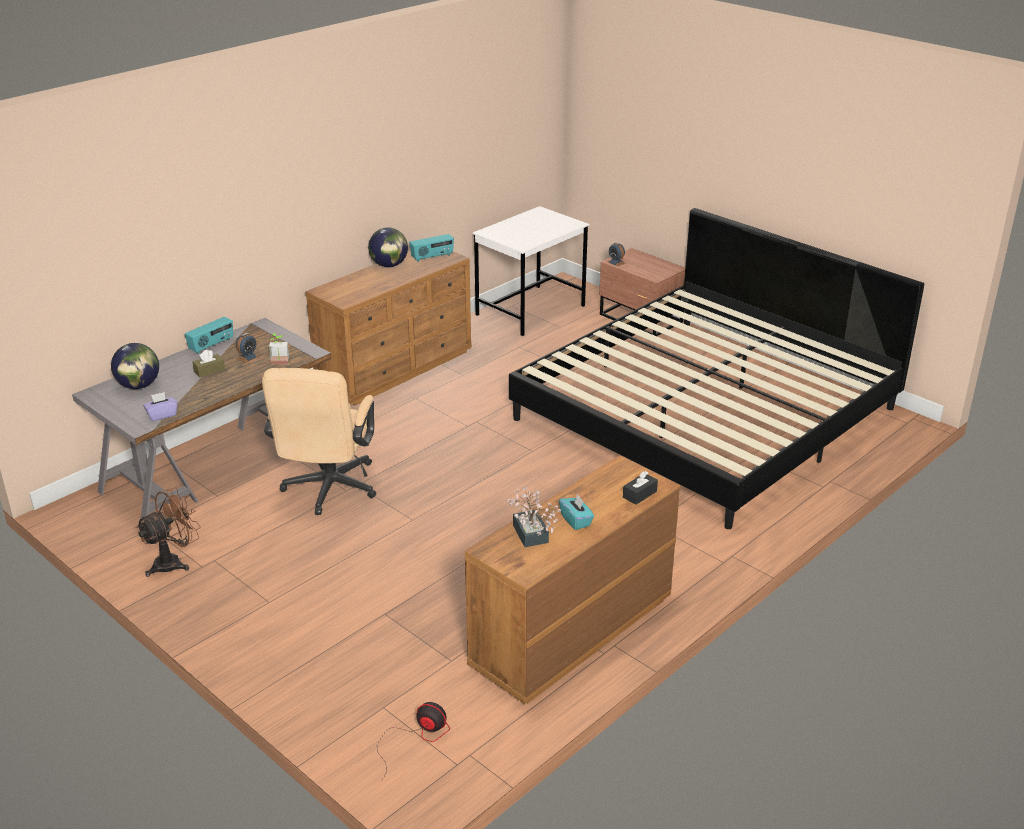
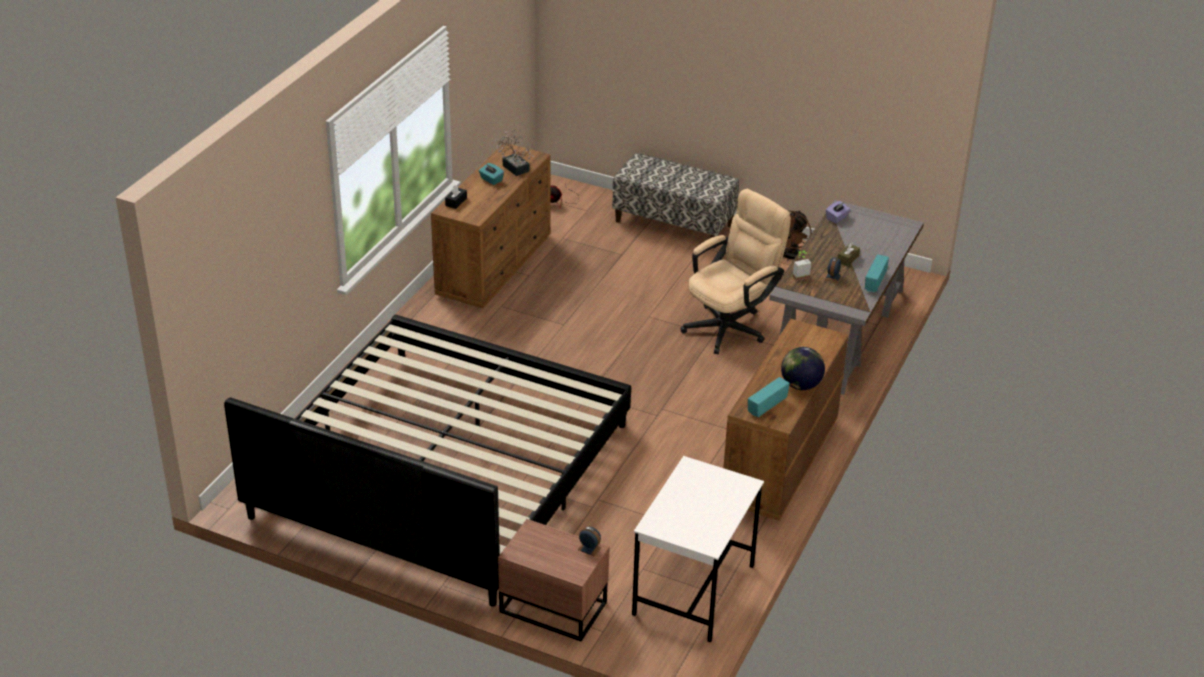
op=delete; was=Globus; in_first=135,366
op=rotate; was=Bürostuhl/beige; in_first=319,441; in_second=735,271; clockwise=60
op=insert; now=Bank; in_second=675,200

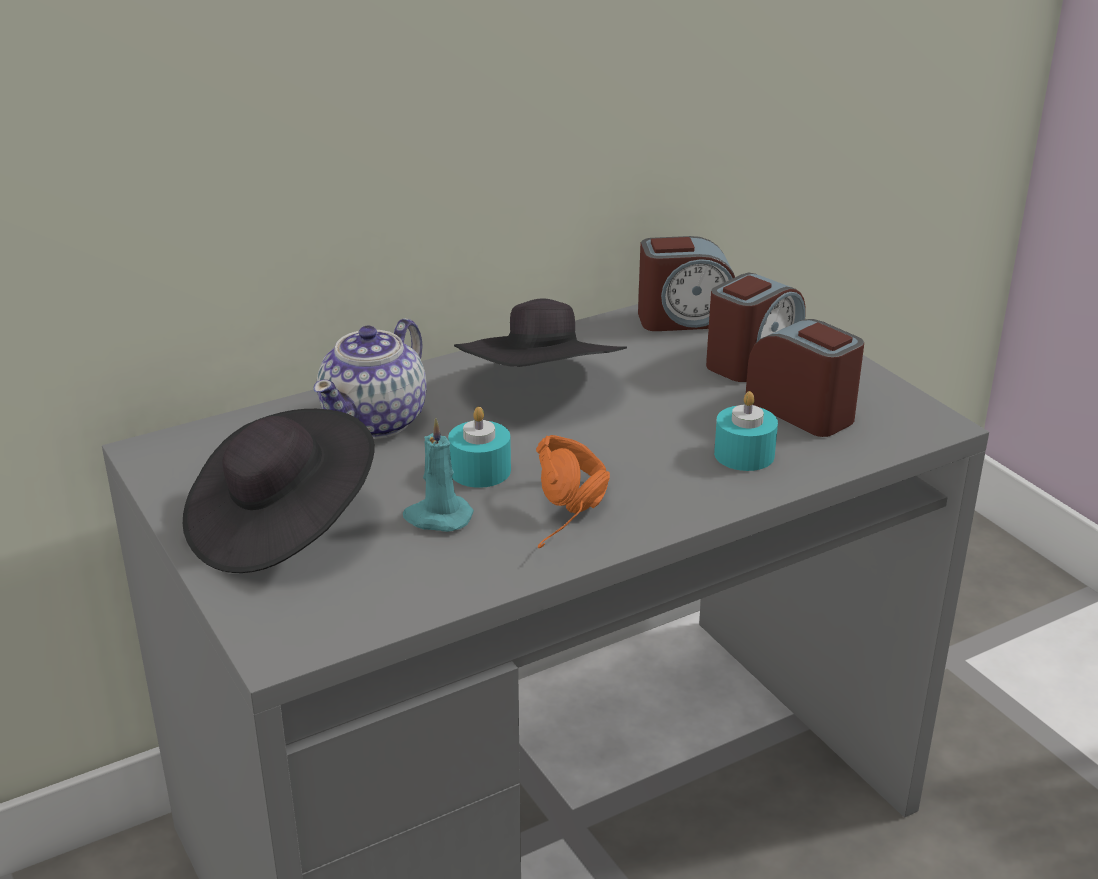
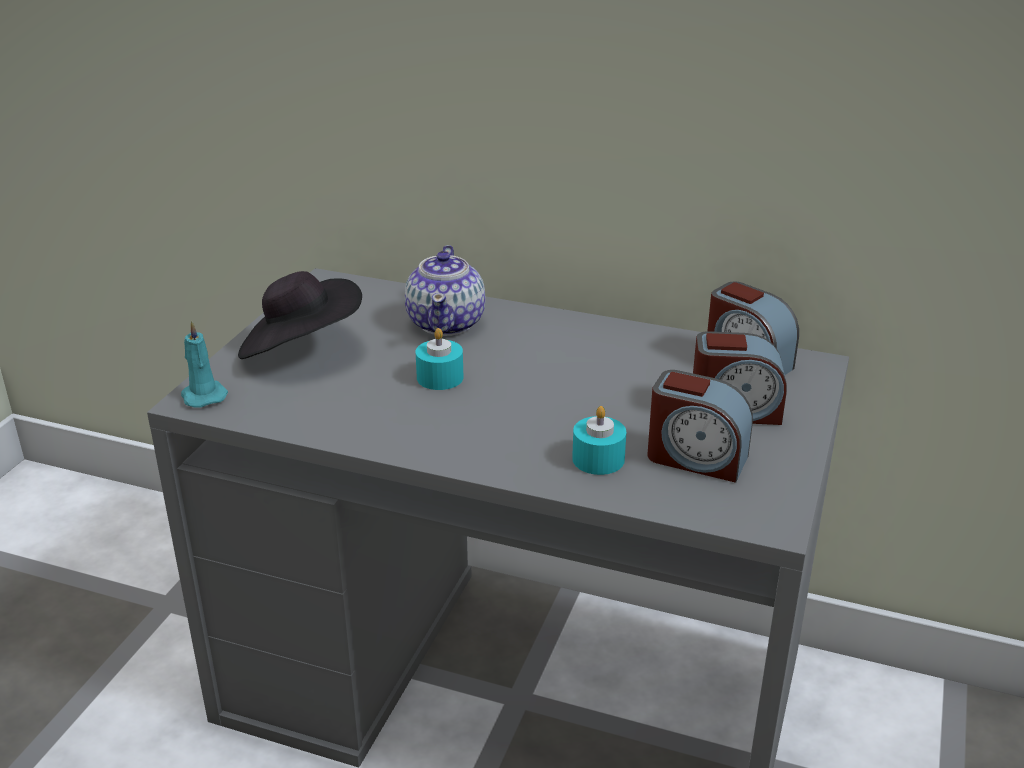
op=rotate; was=Teekanne; in_first=370,378; in_second=445,290; clockwise=-75
op=move; was=Kerze/türkis; in_first=438,474; in_second=204,364
op=delete; was=Hut/schwarz; in_first=540,332
op=delete; was=Kopfhörer/orange; in_first=573,491
op=rotate; was=Wecker; in_first=805,378; in_second=700,426; clockwise=105

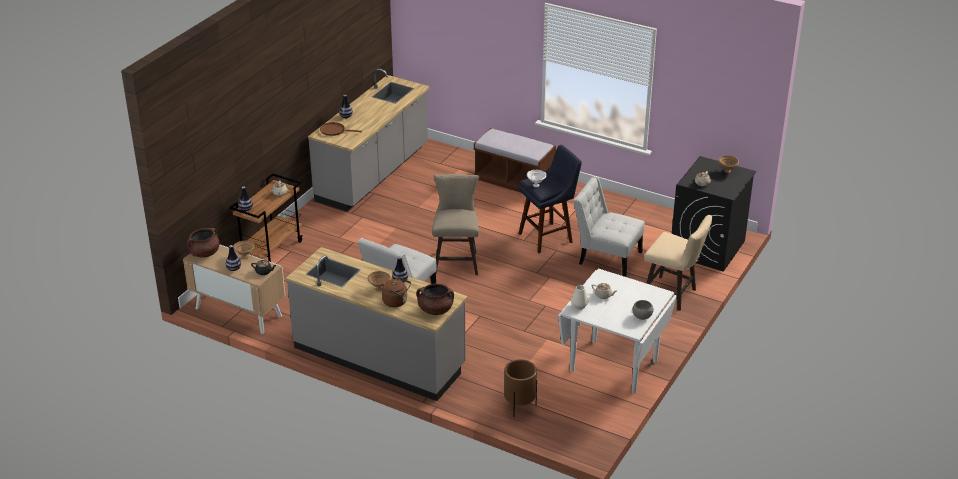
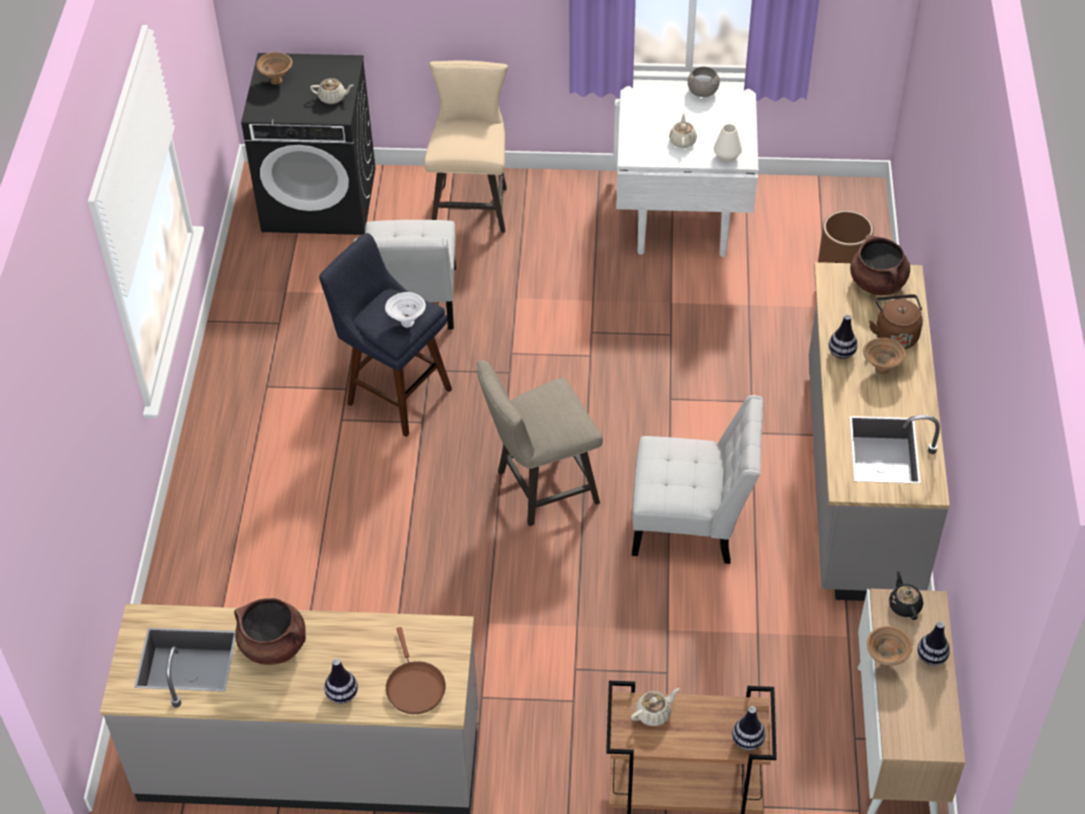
op=move; was=Kochtopf/braun; in_first=203,243; in_second=270,631
op=delete; was=Bank/braun; in_first=515,160

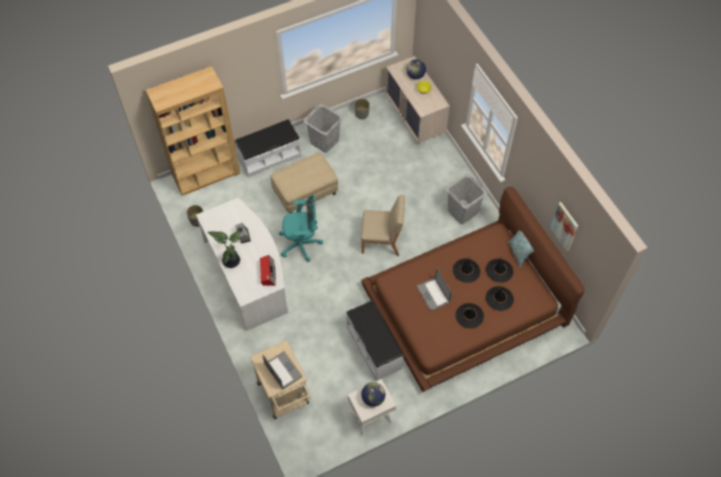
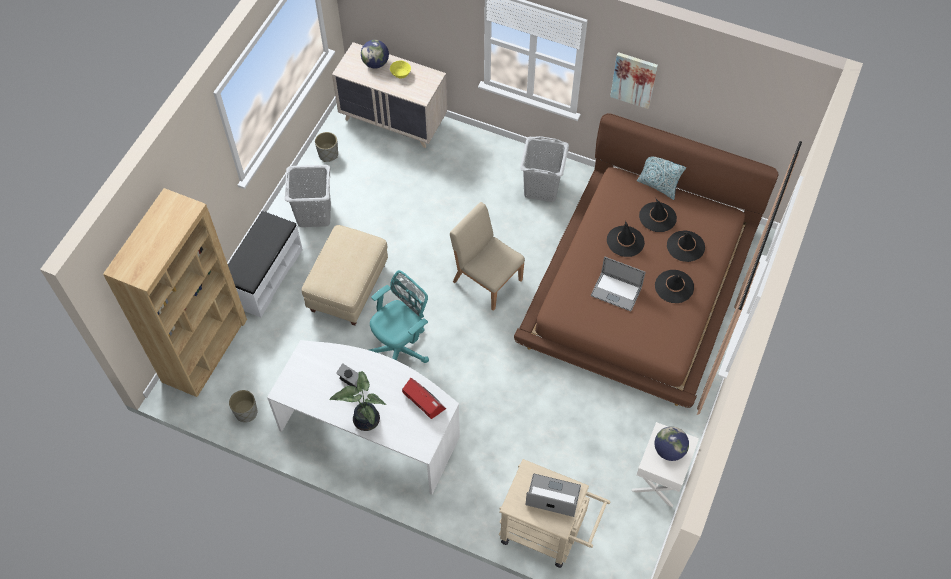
op=delete; was=Bank/weiß; in_first=374,340
op=rotate; was=Stuhl/beige; in_first=383,225; in_second=487,256; clockwise=-105
op=move; was=Bild; in_first=564,226; in_second=634,80

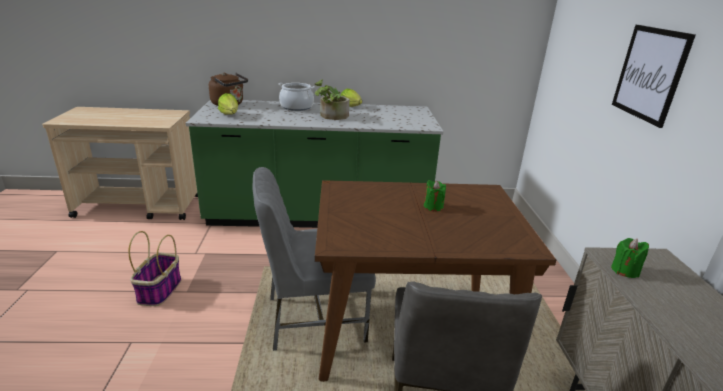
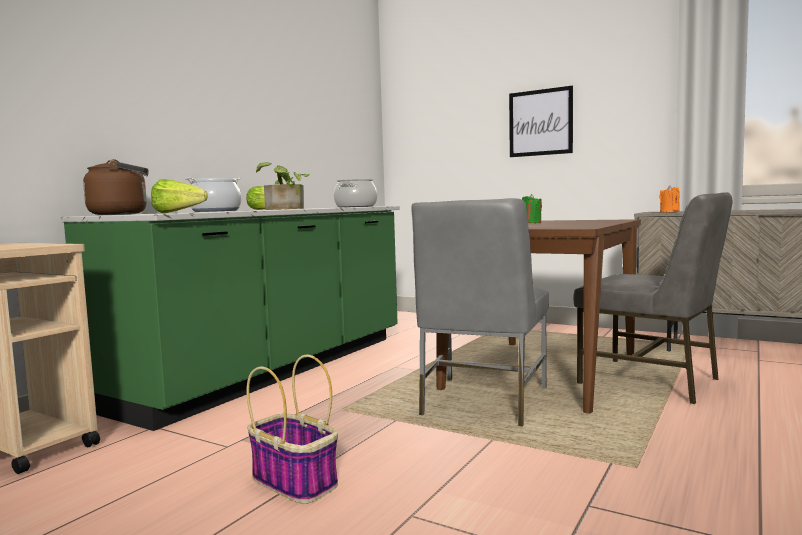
op=recolor; was=Kerze/grün; now=Kerze/orange; in_first=630,258; in_second=669,199
op=insert; now=Kochtopf; in_second=355,193

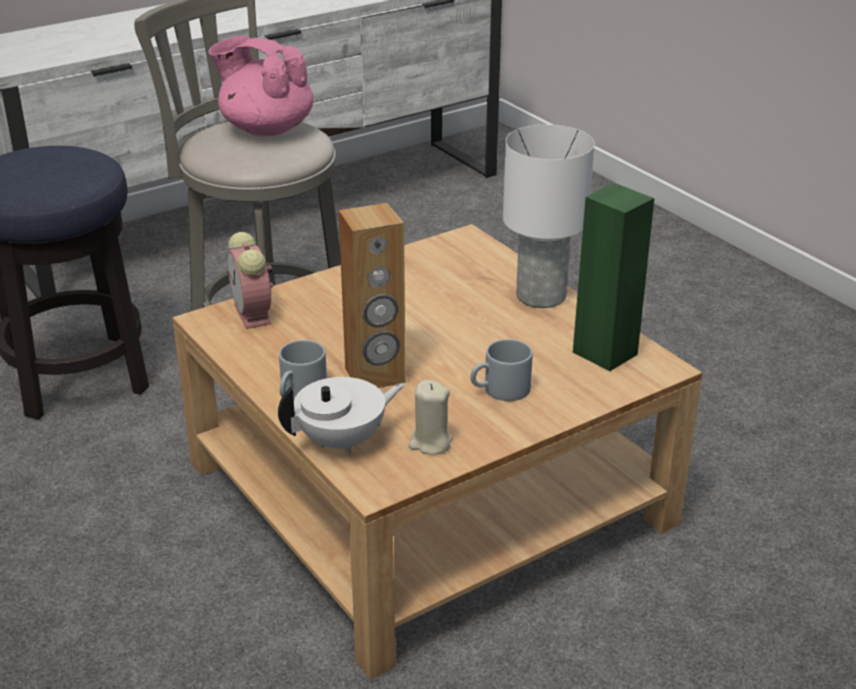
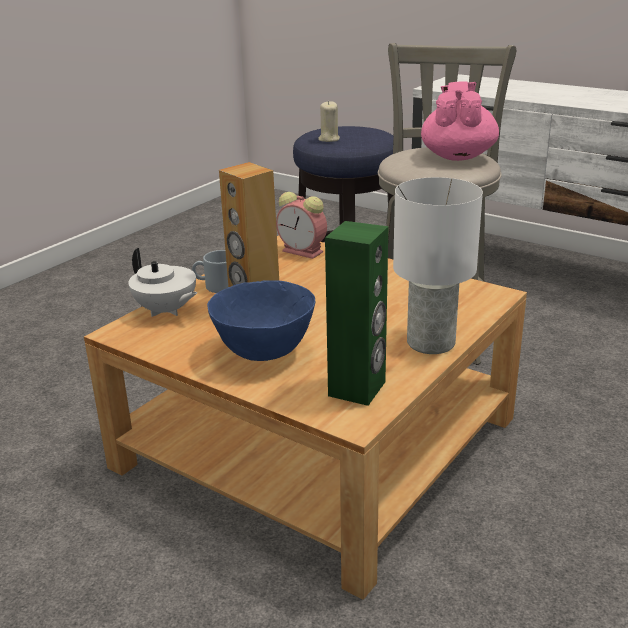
op=rotate; was=Wecker; in_first=250,280; in_second=301,225; clockwise=-105
op=move; was=Kerze/beige; in_first=430,417; in_second=329,121
op=replace; was=Henkelbecher/grau; now=Schüssel/blau; in_first=501,370; in_second=261,320

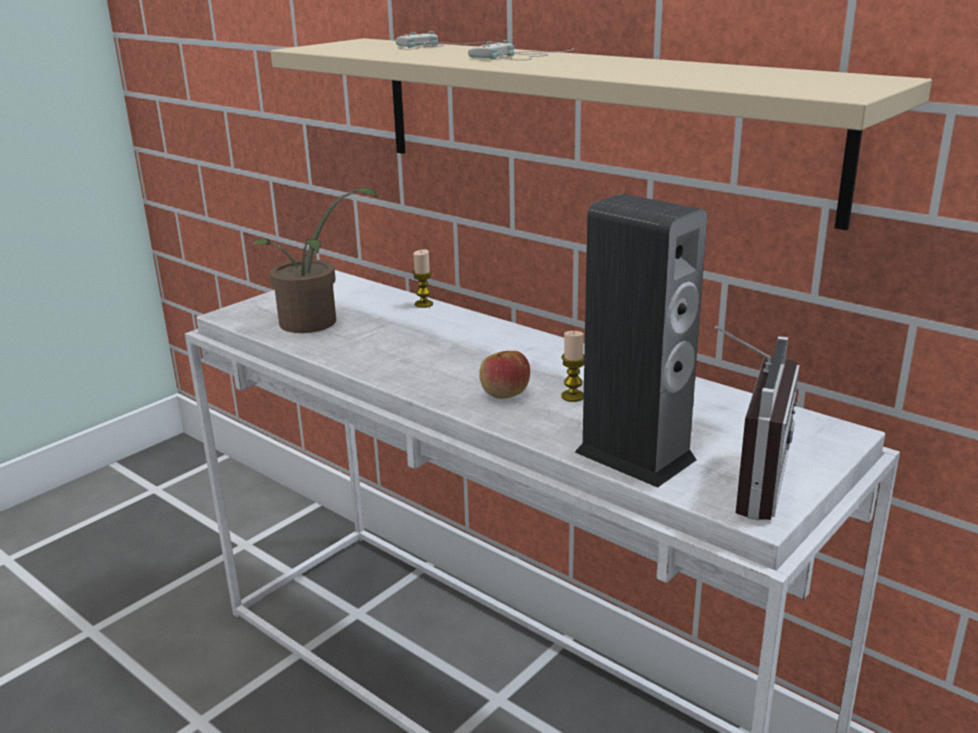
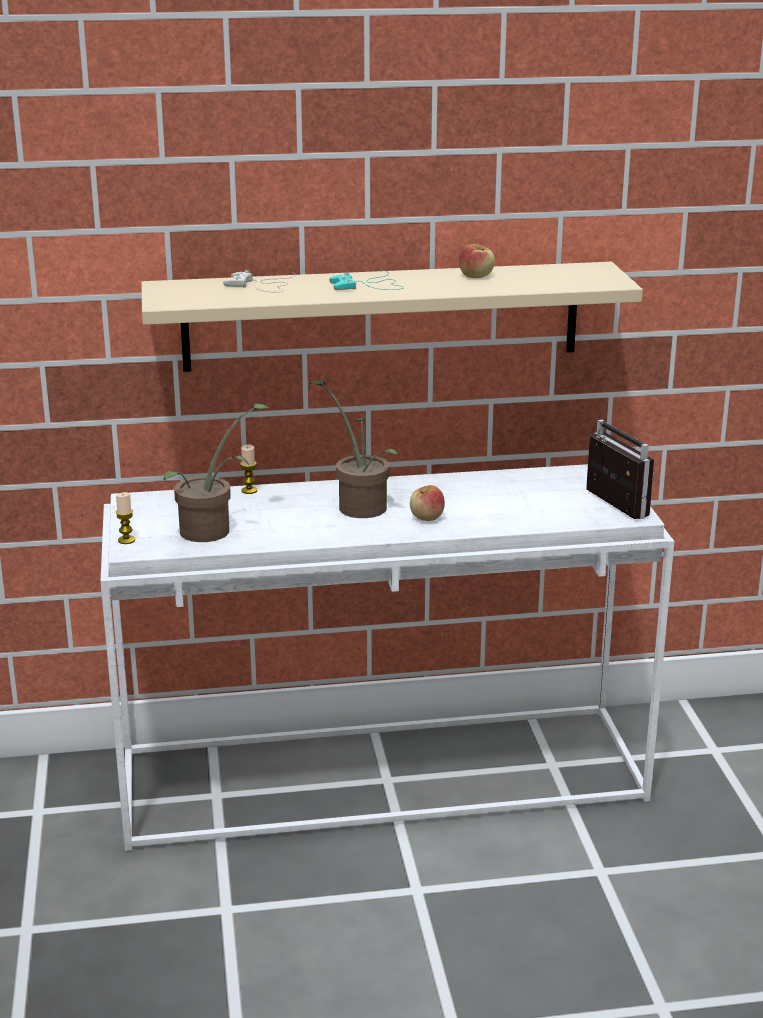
op=recolor; was=Gamepad/weiß; now=Gamepad/türkis; in_first=520,50; in_second=366,280
op=move; was=Kerze; in_first=572,366; in_second=125,518
op=delete; was=Lautsprecher; in_first=641,341
op=insert; now=Topfpflanze; in_second=355,449
op=insert; now=Apfel; in_second=477,261

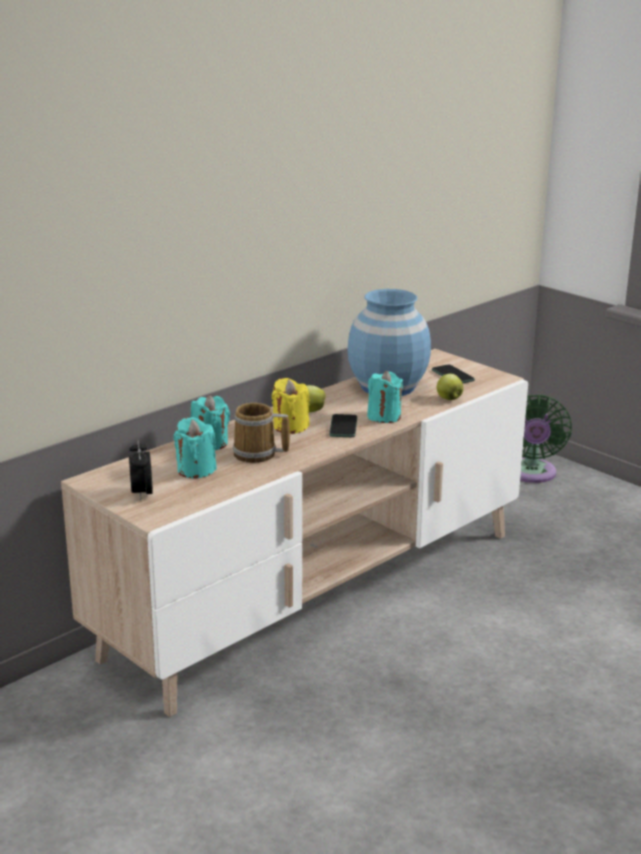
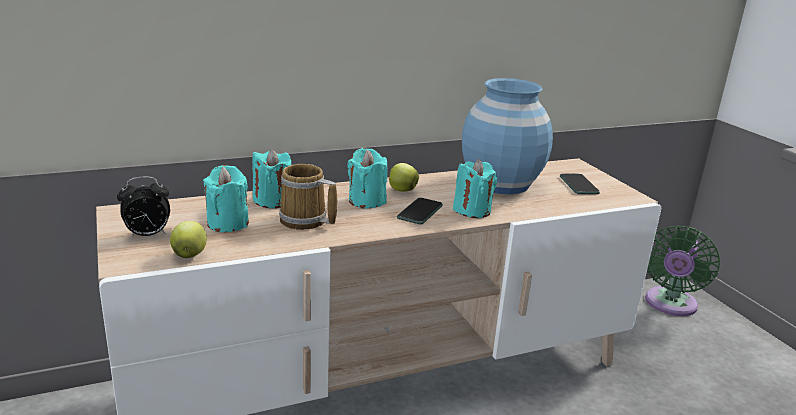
op=rotate; was=Wecker; in_first=141,470; in_second=143,207; clockwise=-120
op=recolor; was=Kerze/gelb; now=Kerze/türkis; in_first=291,406; in_second=367,178
op=move; was=Apfel; in_first=450,387; in_second=188,239

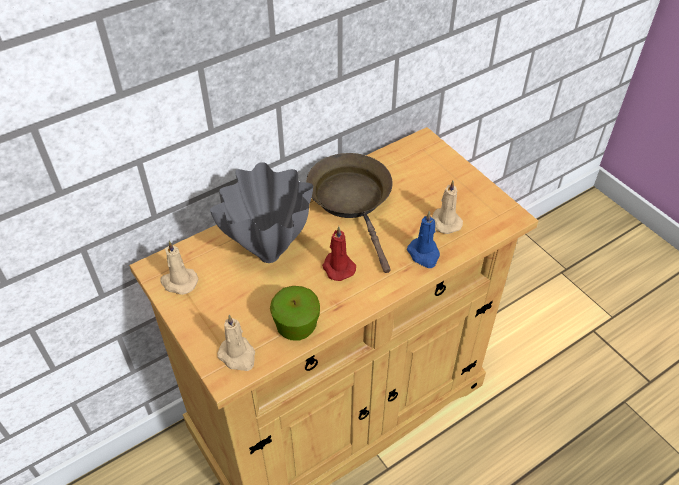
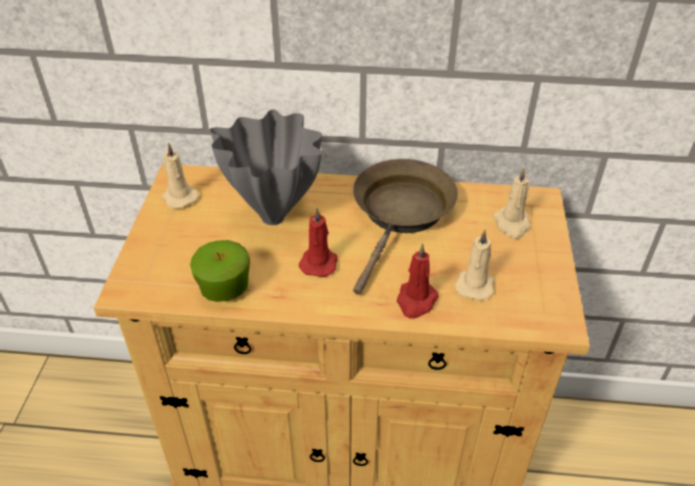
op=move; was=Kerze/beige; in_first=236,343; in_second=511,203
op=recolor; was=Kerze/blau; now=Kerze/rot; in_first=423,239; in_second=418,281

